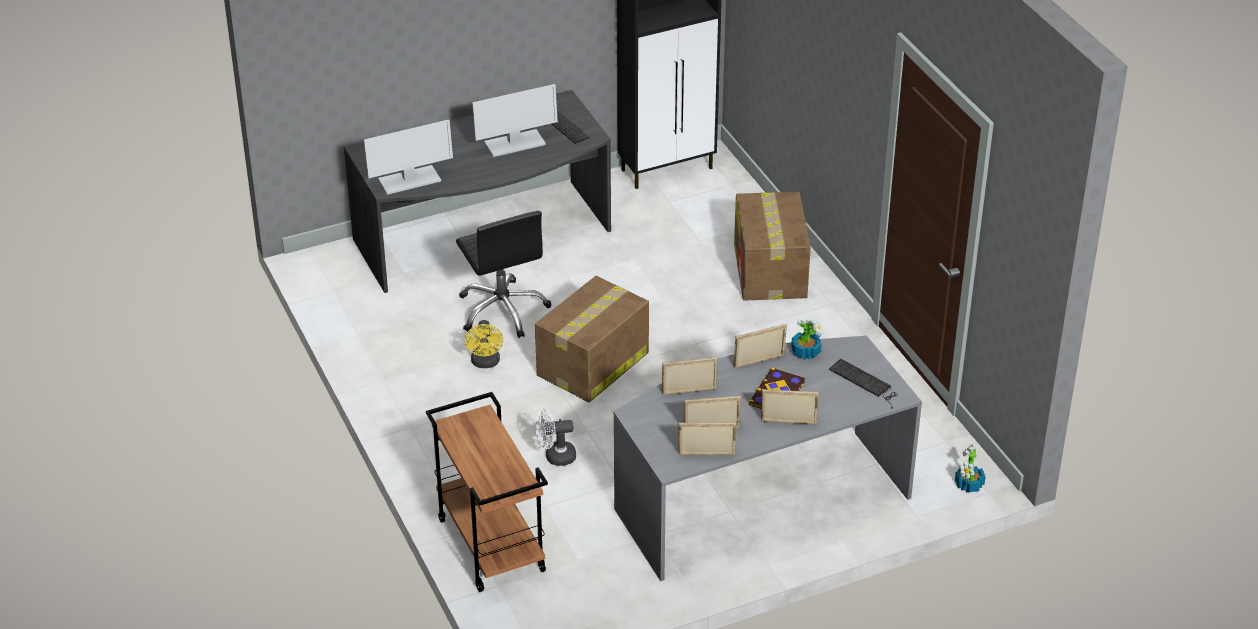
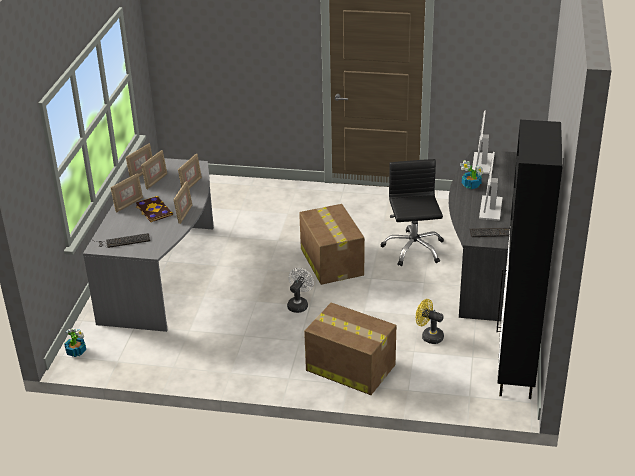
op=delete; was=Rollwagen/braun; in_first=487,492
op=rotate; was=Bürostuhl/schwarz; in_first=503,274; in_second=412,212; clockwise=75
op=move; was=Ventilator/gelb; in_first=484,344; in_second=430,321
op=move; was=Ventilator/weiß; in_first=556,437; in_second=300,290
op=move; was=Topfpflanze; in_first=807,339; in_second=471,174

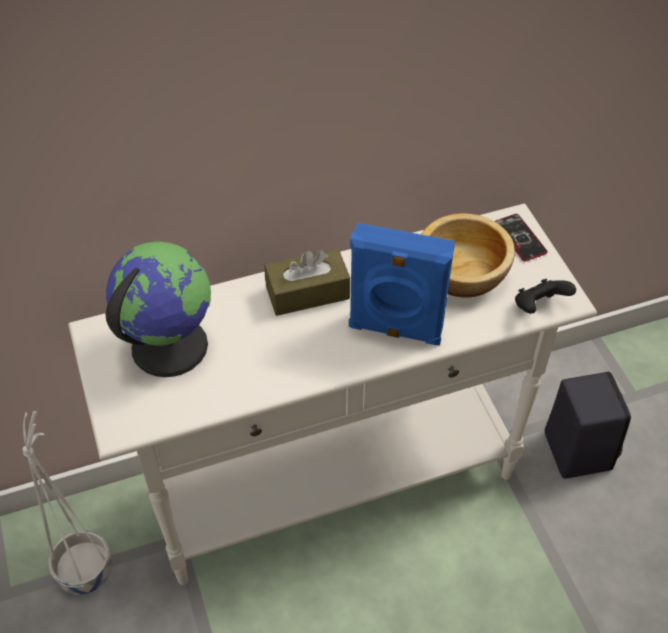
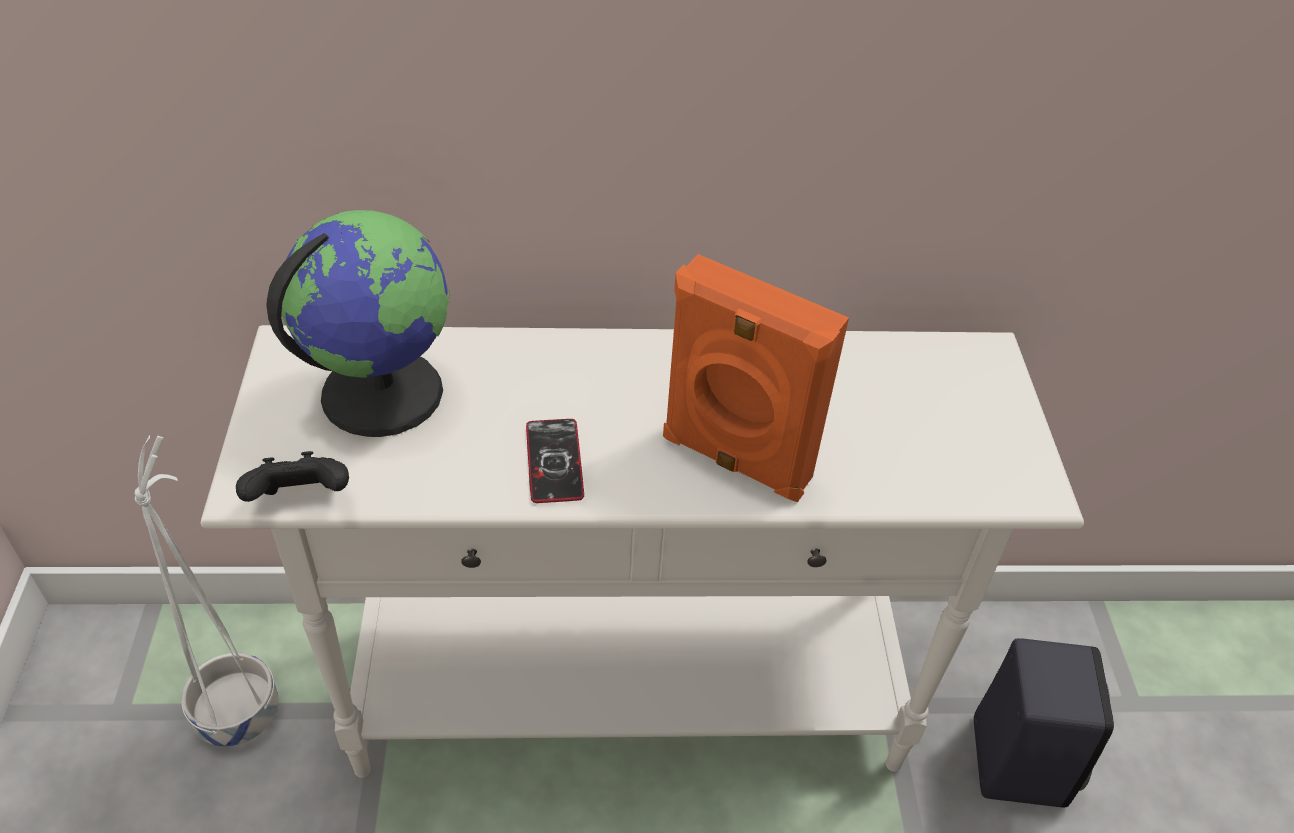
op=delete; was=Taschentuchbox/braun; in_first=307,282
op=recolor; was=Lautsprecher/blau; now=Lautsprecher/orange; in_first=402,284; in_second=756,378
op=delete; was=Schüssel; in_first=468,255
op=move; was=Handy; in_first=521,237; in_second=555,461
op=move; was=Gamepad/schwarz; in_first=545,296; in_second=292,476

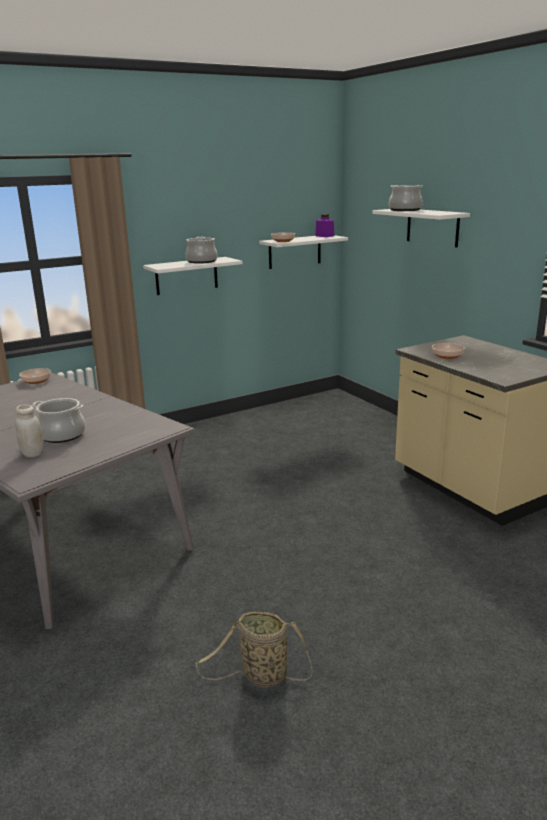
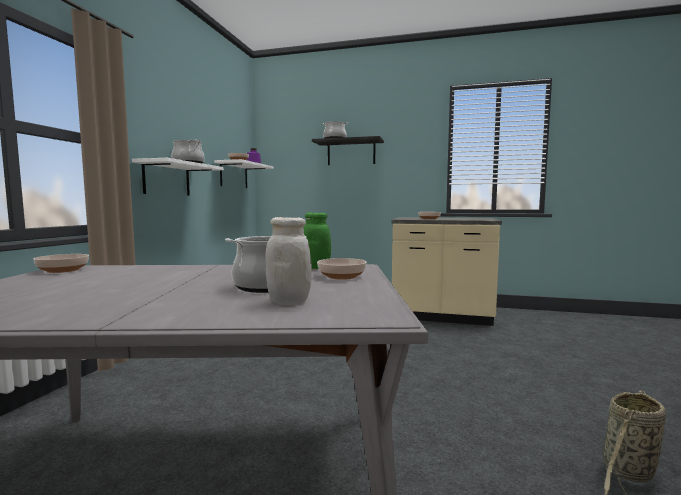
op=recolor; was=Wandregal/weiß; now=Wandregal/schwarz; in_first=421,228; in_second=348,150
op=insert; now=Vorratsglas/grün; in_second=317,240
op=insert; now=Schüssel; in_second=342,269

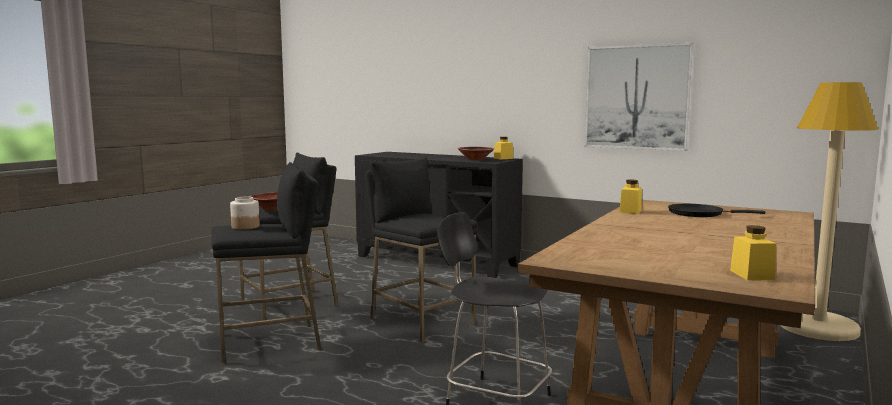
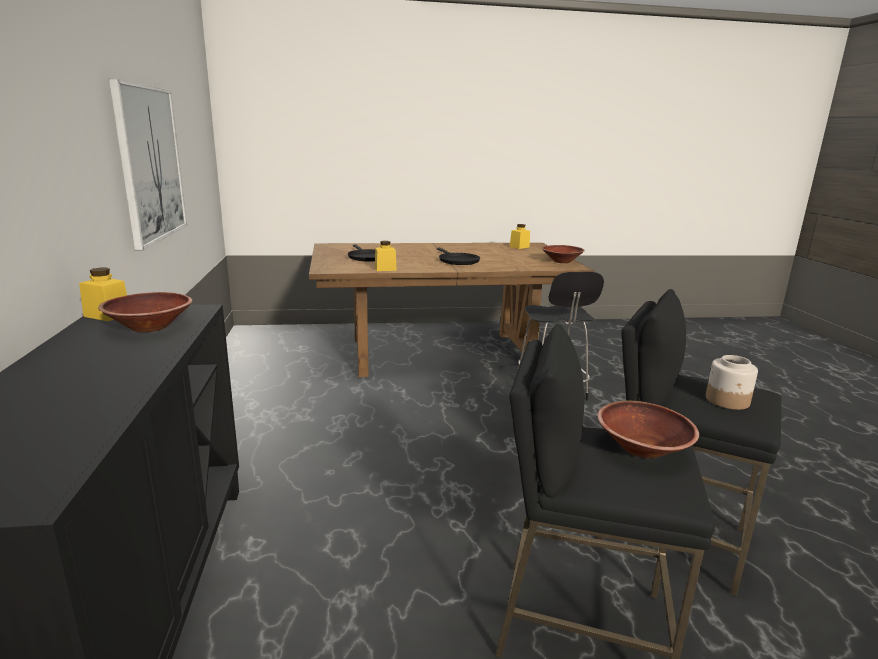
op=delete; was=Hocker/schwarz; in_first=421,249
op=delete; was=Stehlampe/beige; in_first=829,211
op=insert; now=Pfanne/schwarz; in_second=458,256
op=insert; now=Schüssel/braun; in_second=563,254

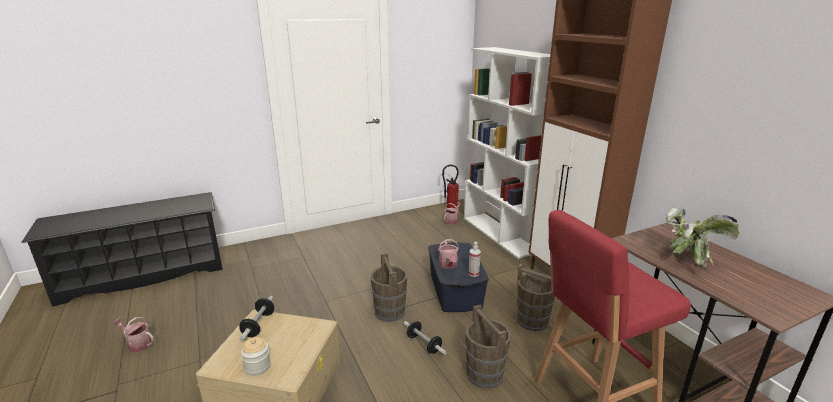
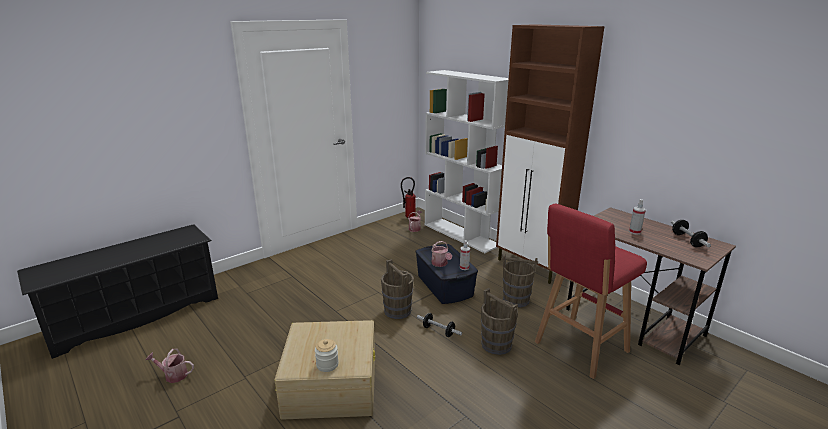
op=move; was=Hantel; in_first=256,318; in_second=691,233
op=replace; was=Topfpflanze; now=Sprühflasche; in_first=702,239; in_second=637,217

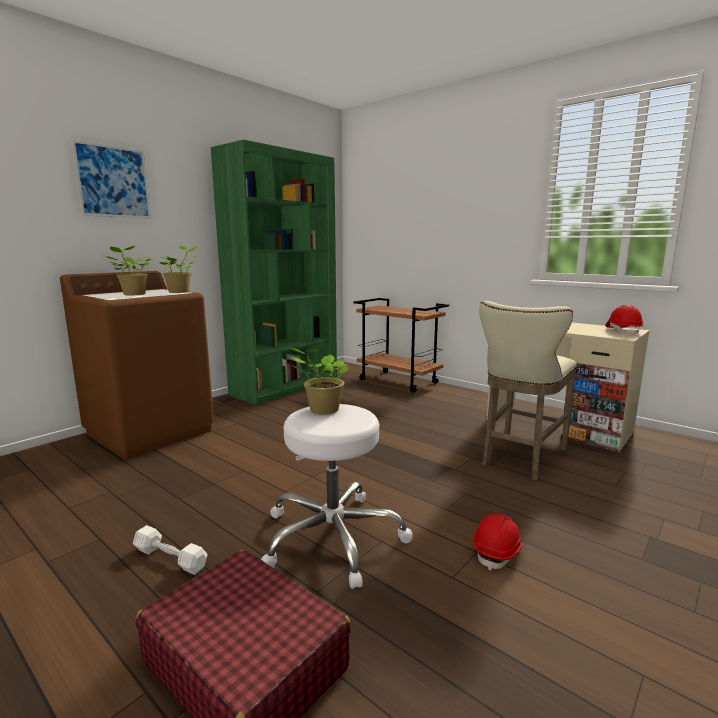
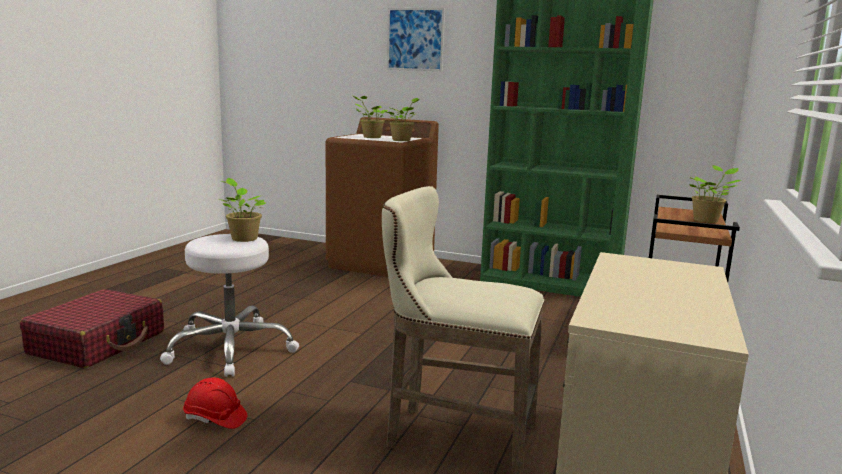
op=delete; was=Hantel/weiß; in_first=170,550
op=delete; was=Schutzhelm/rot; in_first=625,320
op=insert; now=Topfpflanze; in_second=715,194

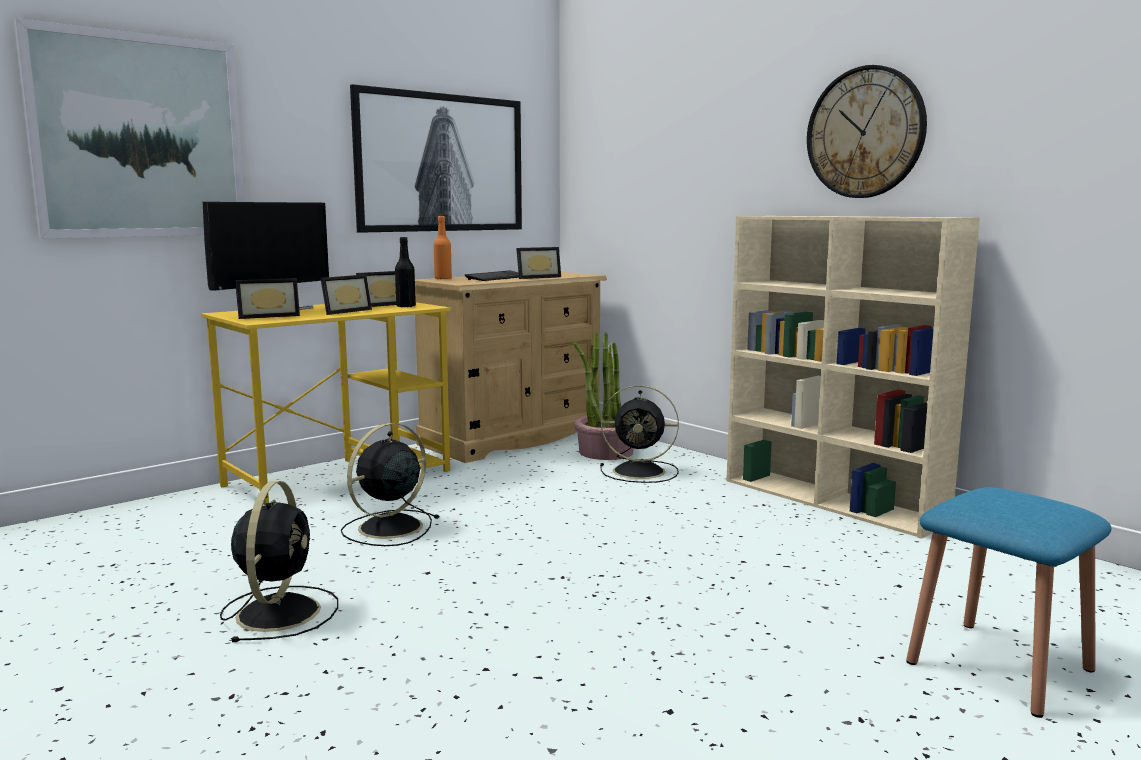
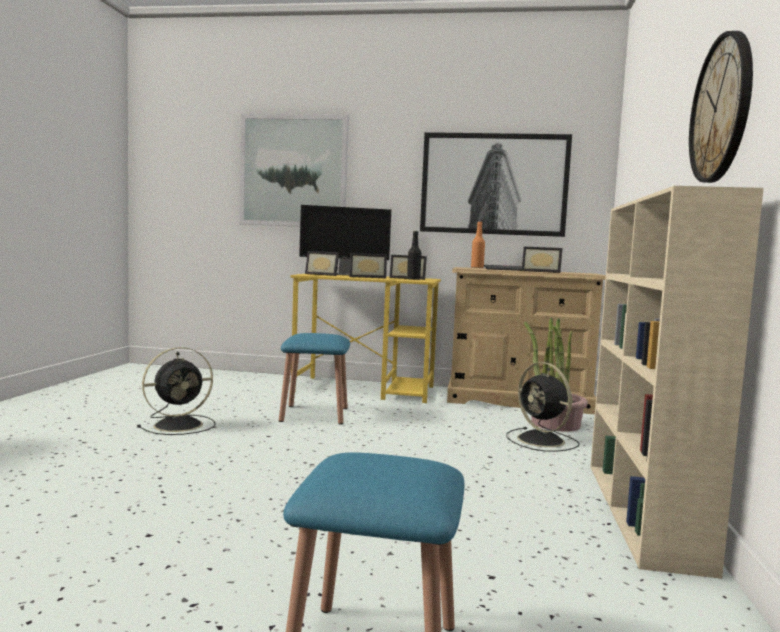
op=replace; was=Ventilator/schwarz; now=Hocker/blau; in_first=390,484; in_second=314,379

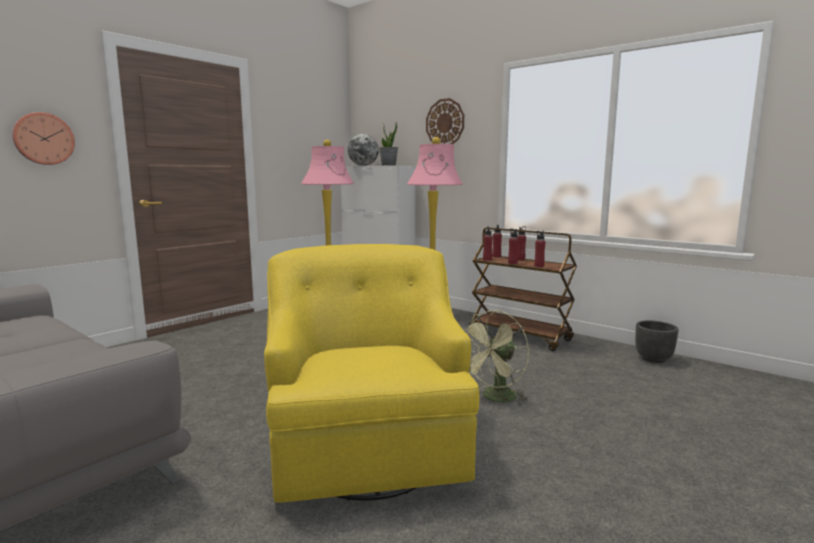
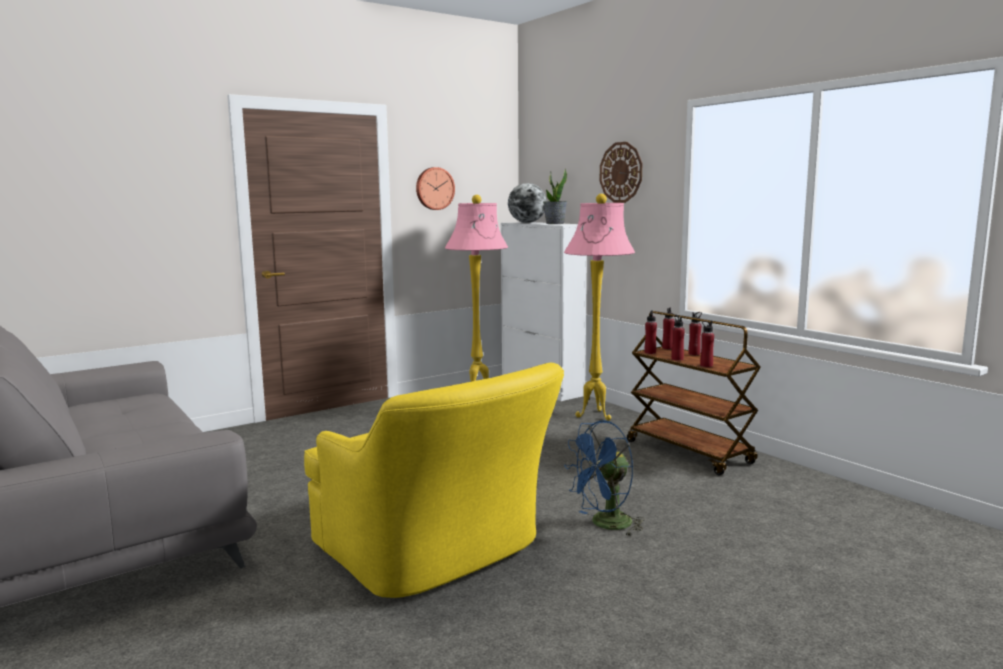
op=move; was=Wanduhr; in_first=43,138; in_second=435,188
op=rotate; was=Sessel/gelb; in_first=371,373; in_second=434,480; clockwise=135
op=recolor; was=Ventilator/grün; now=Ventilator/blau; in_first=497,358; in_second=604,478
op=delete; was=Pflanzkübel/schwarz; in_first=657,341

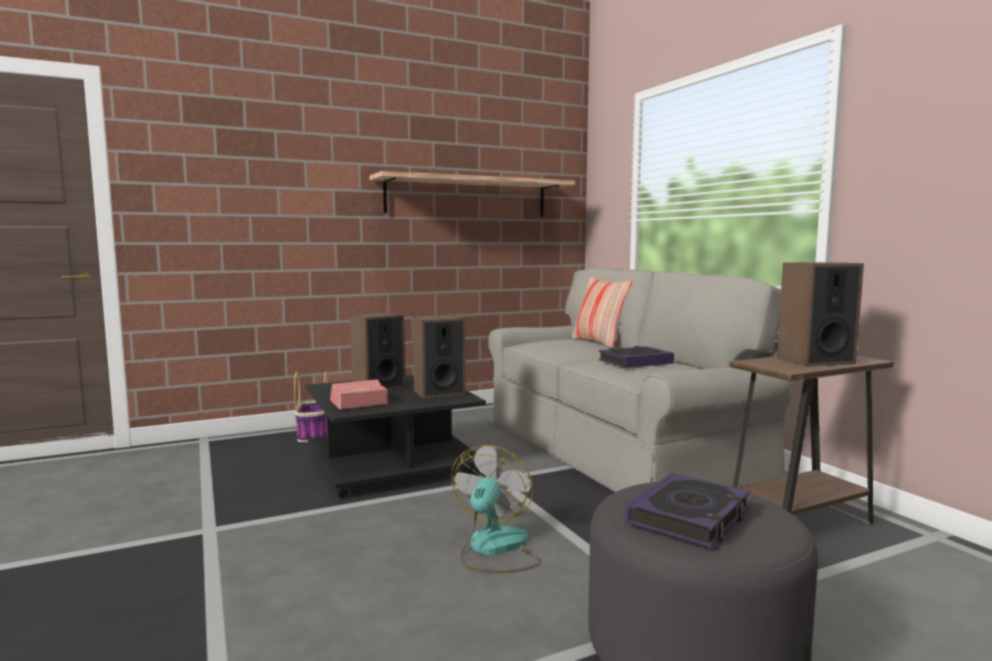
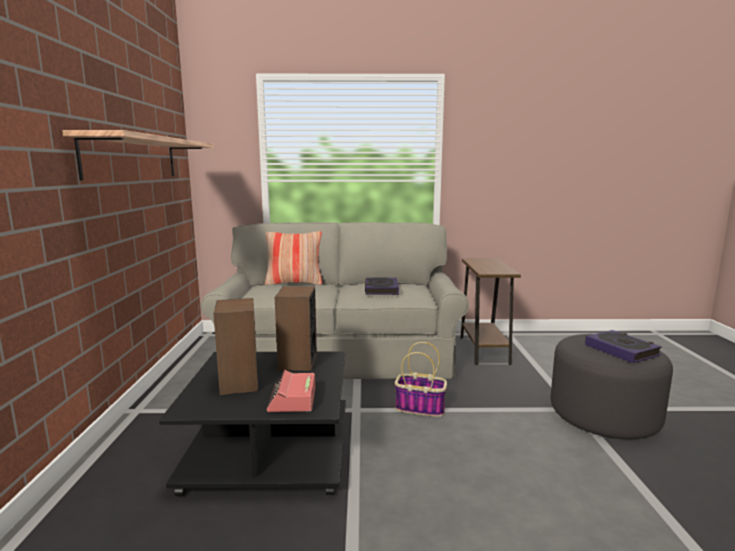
op=move; was=Korb; in_first=311,406; in_second=421,379
op=delete; was=Ventilator; in_first=496,509
op=delete; was=Lautsprecher; in_first=820,314

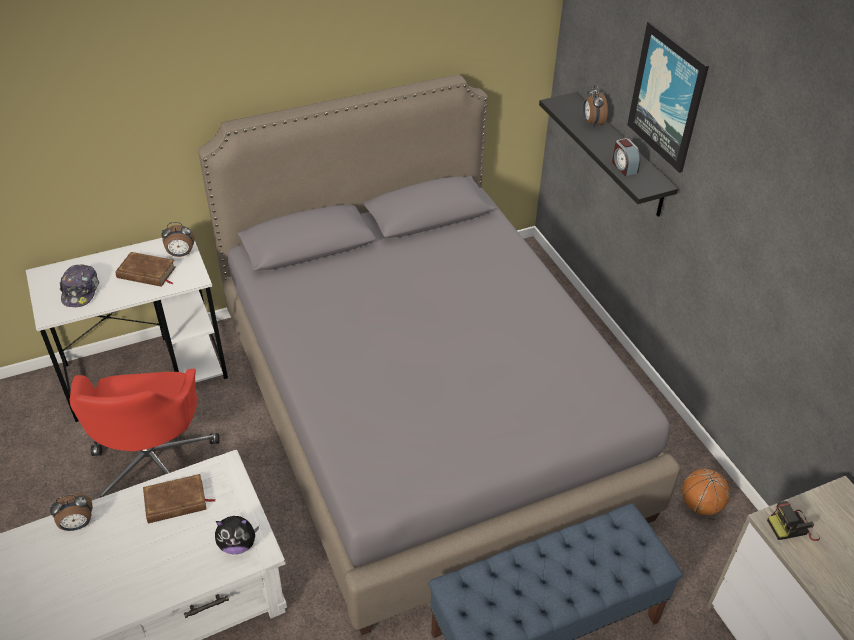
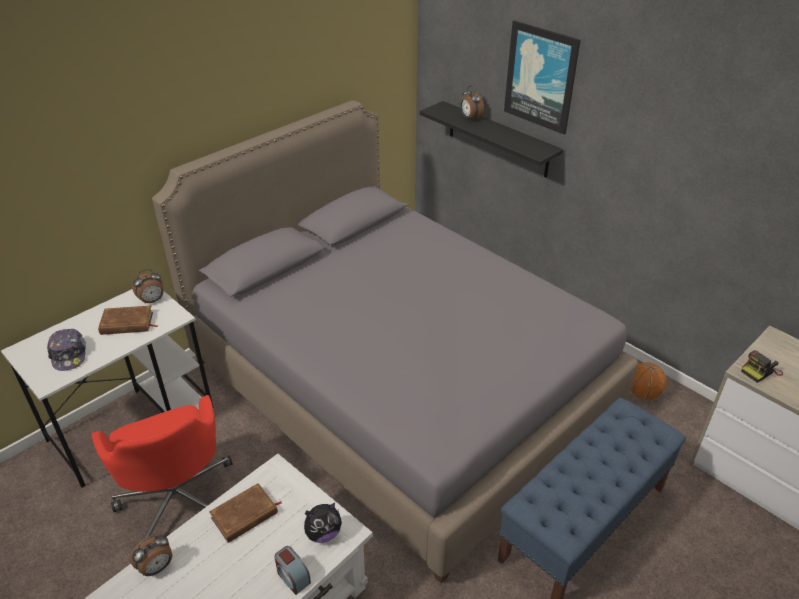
op=move; was=Wecker; in_first=626,157; in_second=292,570

